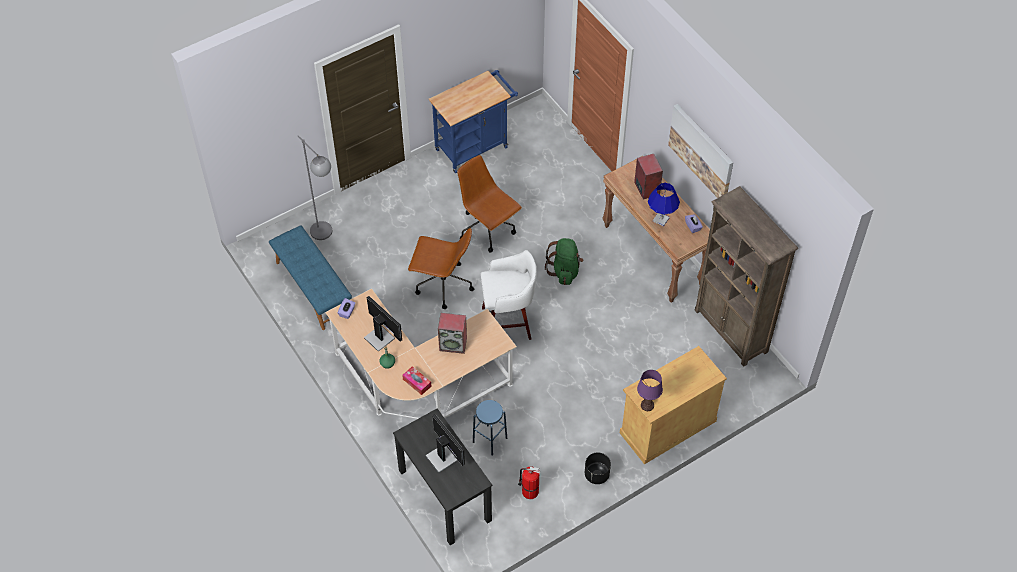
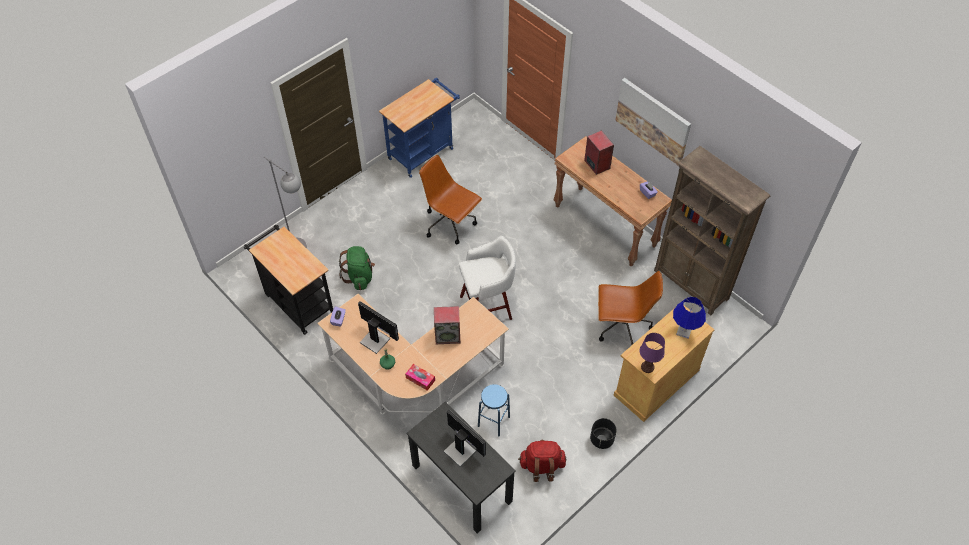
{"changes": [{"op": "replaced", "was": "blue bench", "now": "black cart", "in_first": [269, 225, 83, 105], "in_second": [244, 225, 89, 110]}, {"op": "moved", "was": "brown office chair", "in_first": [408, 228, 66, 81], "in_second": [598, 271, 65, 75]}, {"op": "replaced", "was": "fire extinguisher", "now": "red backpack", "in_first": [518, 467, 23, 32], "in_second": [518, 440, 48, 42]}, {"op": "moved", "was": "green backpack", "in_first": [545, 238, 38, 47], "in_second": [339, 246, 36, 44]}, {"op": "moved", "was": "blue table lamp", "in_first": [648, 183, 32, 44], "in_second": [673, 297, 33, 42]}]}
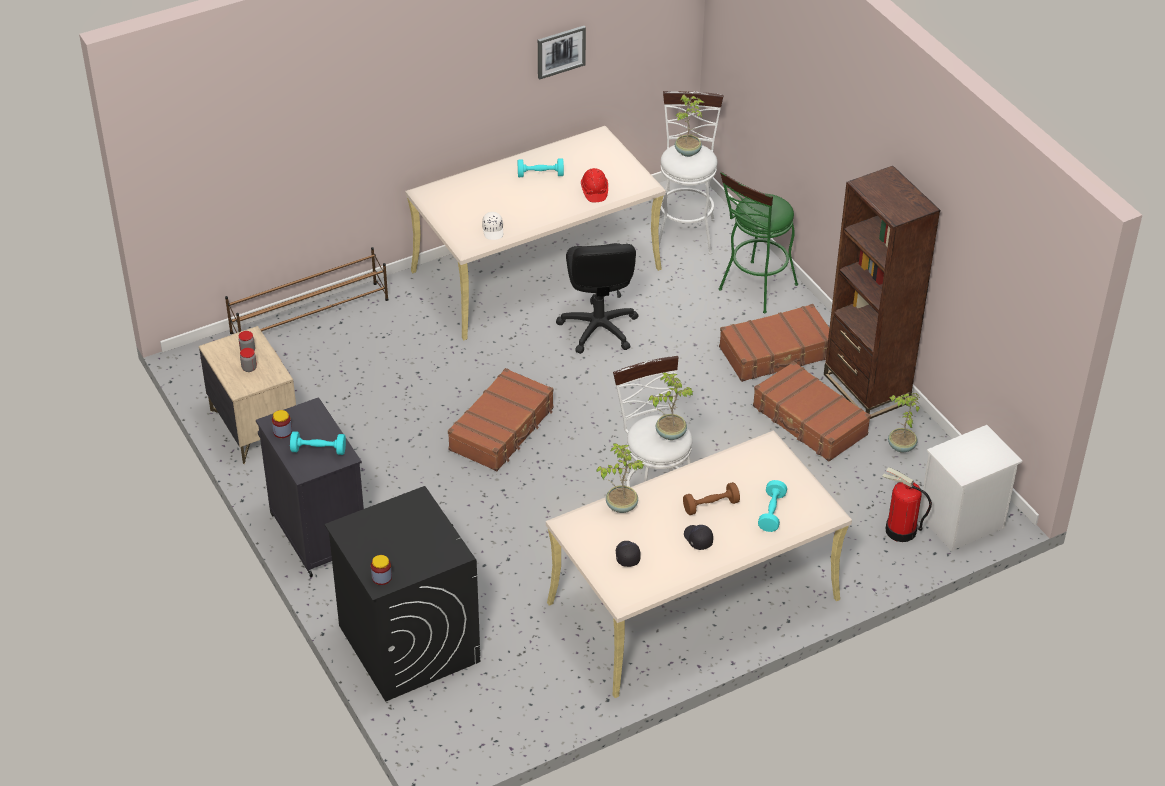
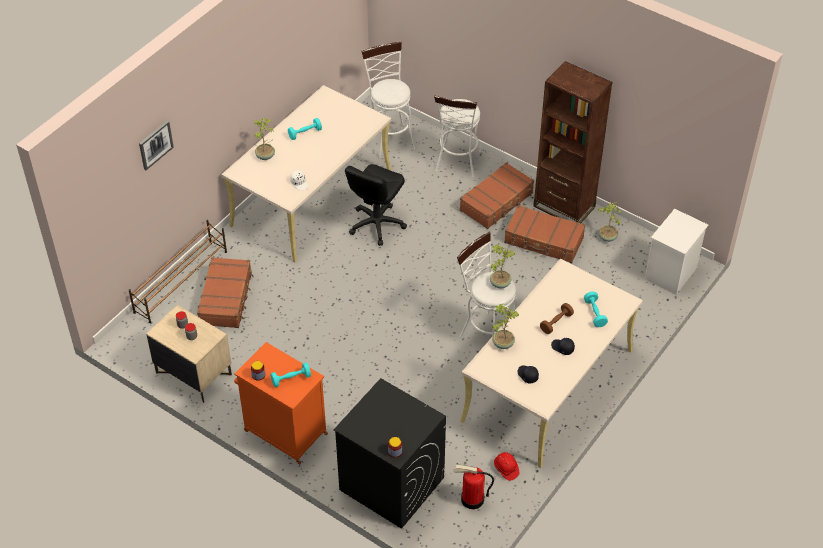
{"changes": [{"op": "recoloured", "was": "black cabinet", "now": "orange cabinet", "in_first": [256, 397, 108, 180], "in_second": [234, 342, 94, 122]}, {"op": "moved", "was": "brown suitcase", "in_first": [448, 368, 106, 103], "in_second": [197, 257, 57, 71]}, {"op": "moved", "was": "picture", "in_first": [538, 26, 48, 54], "in_second": [139, 121, 35, 49]}, {"op": "turned", "was": "black office chair", "in_first": [556, 243, 83, 111], "in_second": [345, 164, 62, 82], "clockwise": 60}, {"op": "moved", "was": "red hard hat", "in_first": [581, 168, 27, 34], "in_second": [494, 452, 25, 29]}, {"op": "moved", "was": "potted plant", "in_first": [675, 95, 30, 62], "in_second": [254, 117, 21, 43]}, {"op": "recoloured", "was": "green stool", "now": "white stool", "in_first": [719, 171, 79, 143], "in_second": [434, 96, 48, 82]}, {"op": "moved", "was": "fire extinguisher", "in_first": [882, 467, 50, 75], "in_second": [453, 465, 41, 44]}]}
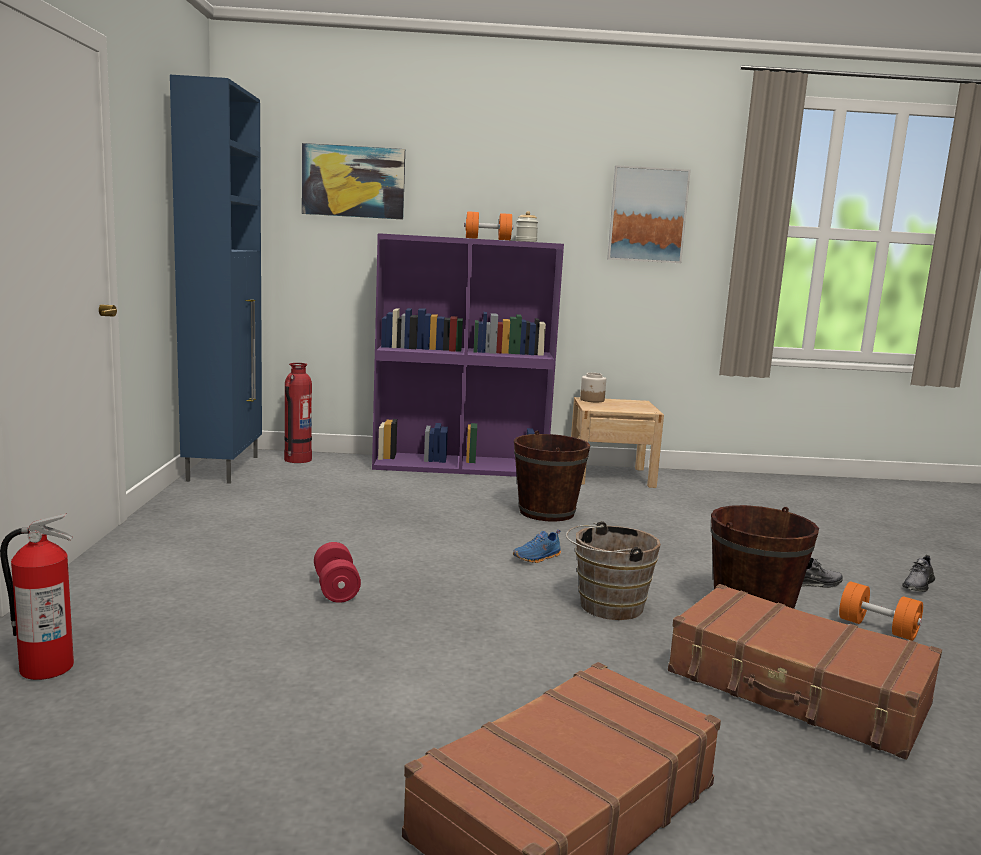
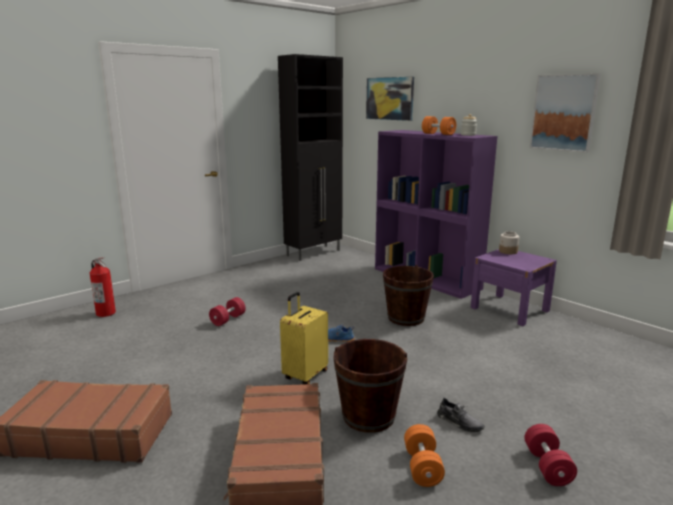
{"changes": [{"op": "recoloured", "was": "blue cabinet", "now": "black cabinet", "in_first": [170, 75, 92, 409], "in_second": [278, 54, 65, 207]}, {"op": "removed", "was": "fire extinguisher", "in_first": [284, 363, 28, 100]}, {"op": "replaced", "was": "brown bucket", "now": "yellow suitcase", "in_first": [566, 521, 95, 99], "in_second": [280, 292, 48, 92]}, {"op": "recoloured", "was": "beige nightstand", "now": "purple nightstand", "in_first": [571, 397, 93, 91], "in_second": [471, 249, 86, 77]}, {"op": "replaced", "was": "grey shoe", "now": "red dumbbell", "in_first": [902, 555, 33, 37], "in_second": [524, 424, 53, 62]}]}
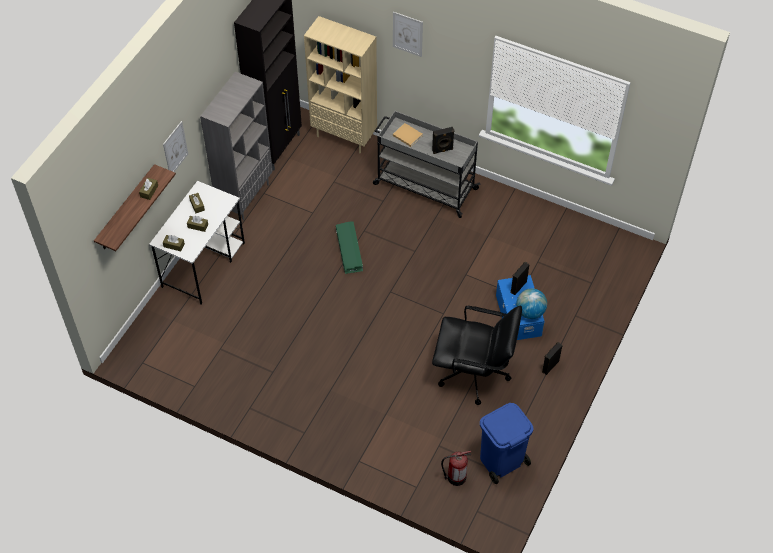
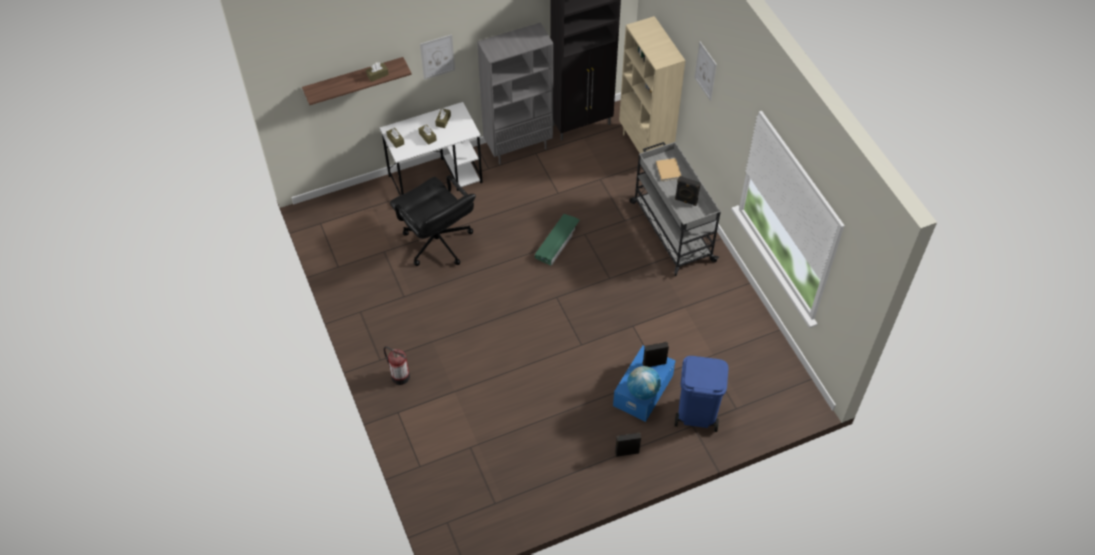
{"changes": [{"op": "moved", "was": "black office chair", "in_first": [432, 306, 90, 99], "in_second": [390, 175, 86, 91]}, {"op": "moved", "was": "fire extinguisher", "in_first": [441, 451, 30, 35], "in_second": [384, 346, 26, 39]}, {"op": "moved", "was": "blue trash can", "in_first": [480, 403, 53, 81], "in_second": [674, 356, 55, 76]}]}
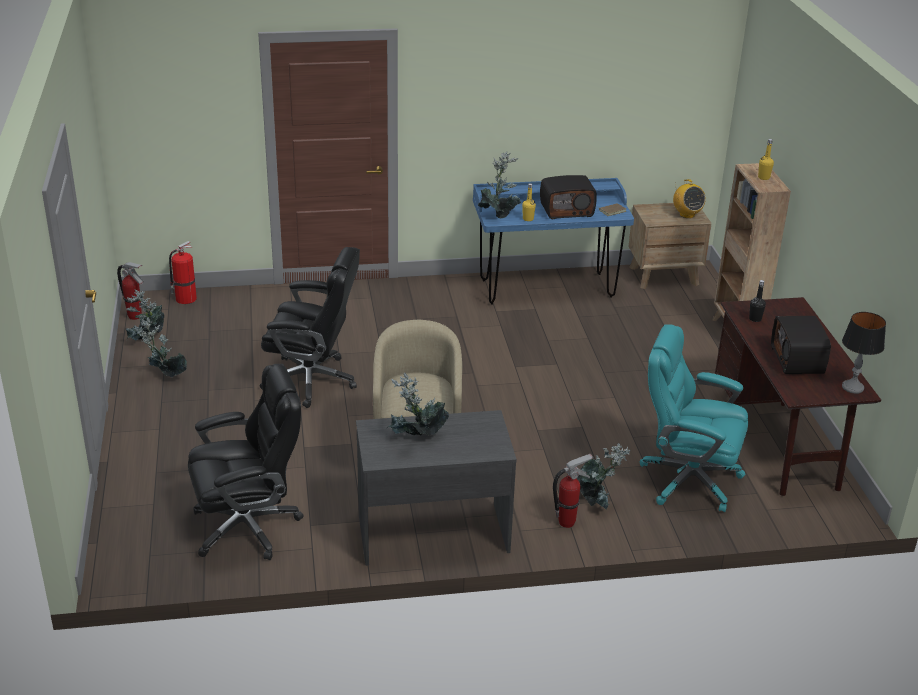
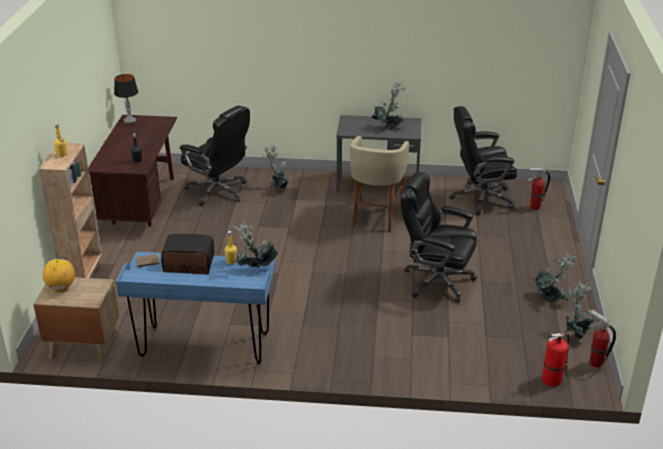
{"changes": [{"op": "moved", "was": "fire extinguisher", "in_first": [553, 454, 40, 74], "in_second": [527, 168, 23, 42]}, {"op": "recoloured", "was": "turquoise office chair", "now": "black office chair", "in_first": [640, 324, 108, 188], "in_second": [180, 106, 70, 100]}, {"op": "removed", "was": "radio", "in_first": [771, 316, 60, 58]}]}
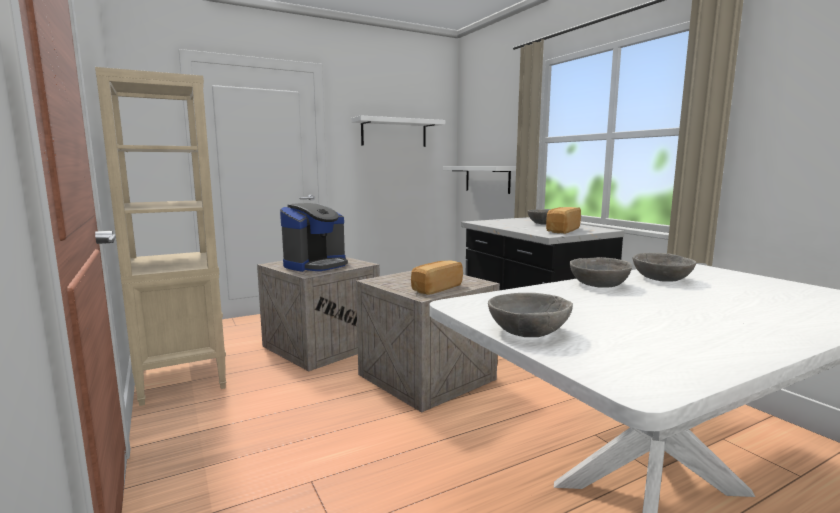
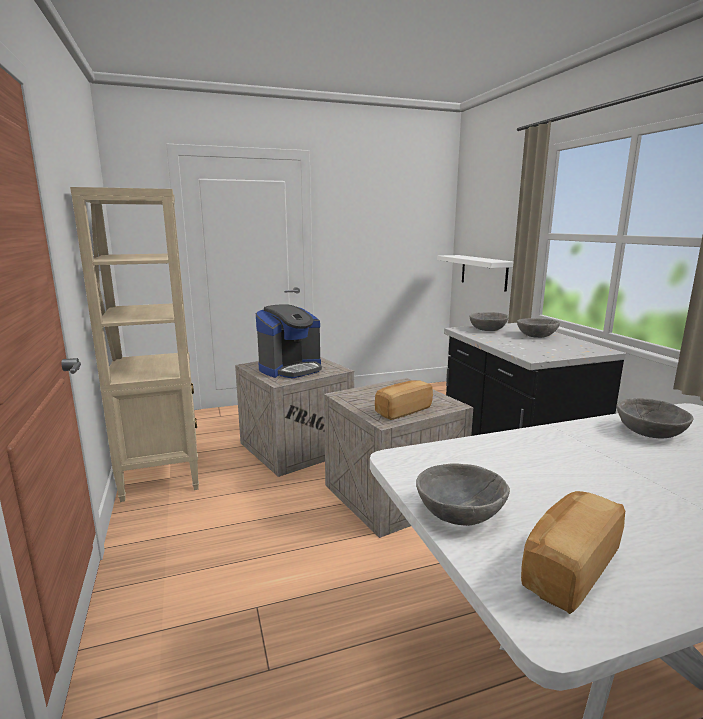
{"changes": [{"op": "removed", "was": "white shelf", "in_first": [351, 116, 94, 31]}, {"op": "moved", "was": "bread", "in_first": [546, 207, 35, 27], "in_second": [521, 491, 104, 123]}, {"op": "moved", "was": "grey bowl", "in_first": [570, 257, 62, 31], "in_second": [469, 312, 40, 19]}]}
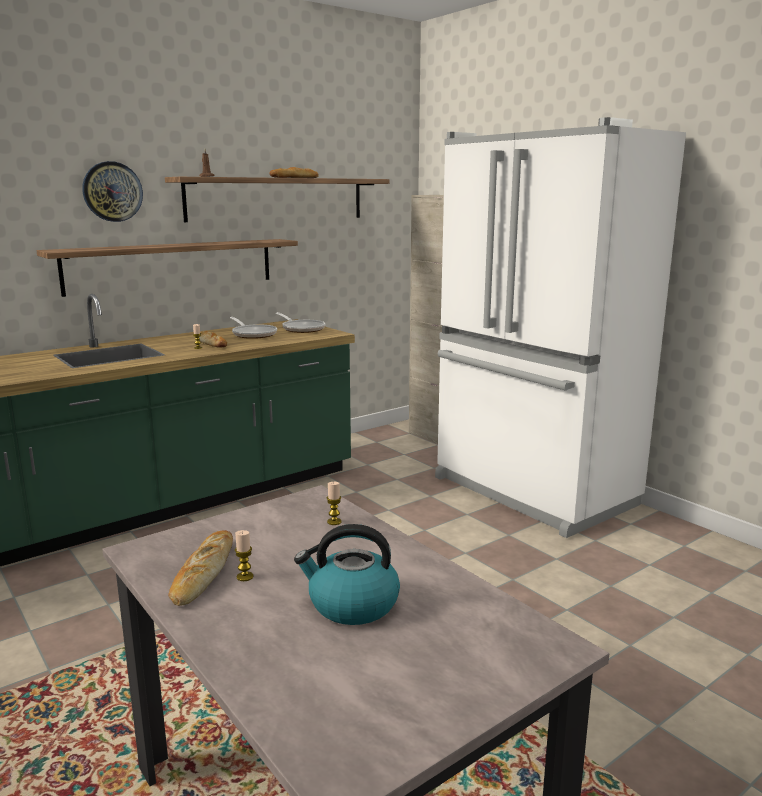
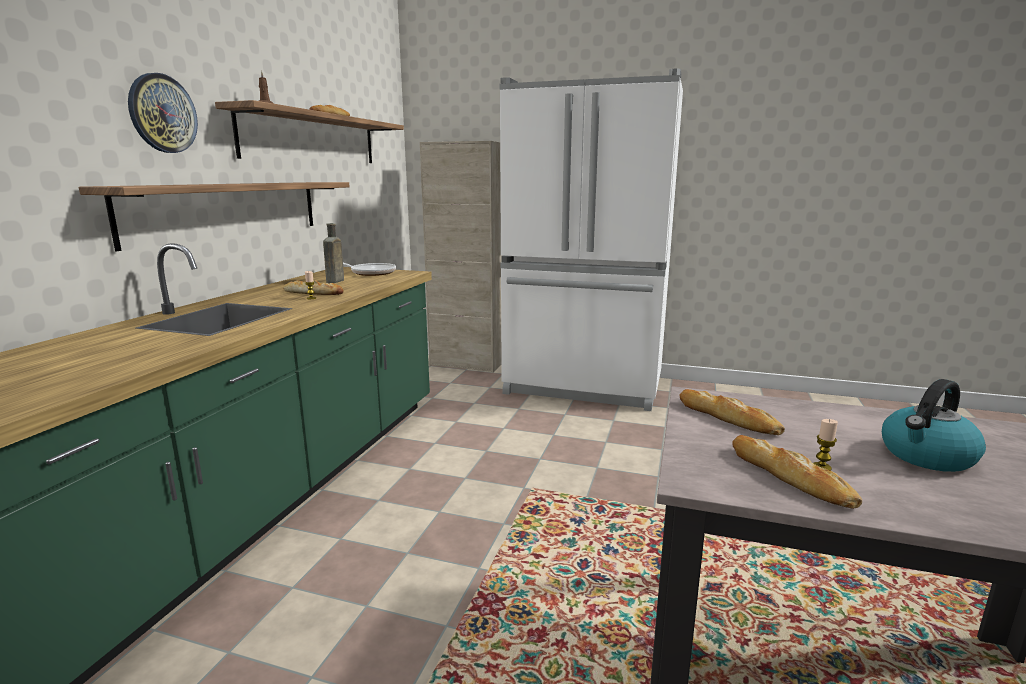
{"changes": [{"op": "replaced", "was": "frying pan", "now": "brown bottle", "in_first": [230, 317, 47, 22], "in_second": [323, 223, 21, 60]}, {"op": "removed", "was": "candle", "in_first": [327, 482, 15, 43]}, {"op": "added", "now": "bread", "in_second": [680, 389, 105, 46]}]}
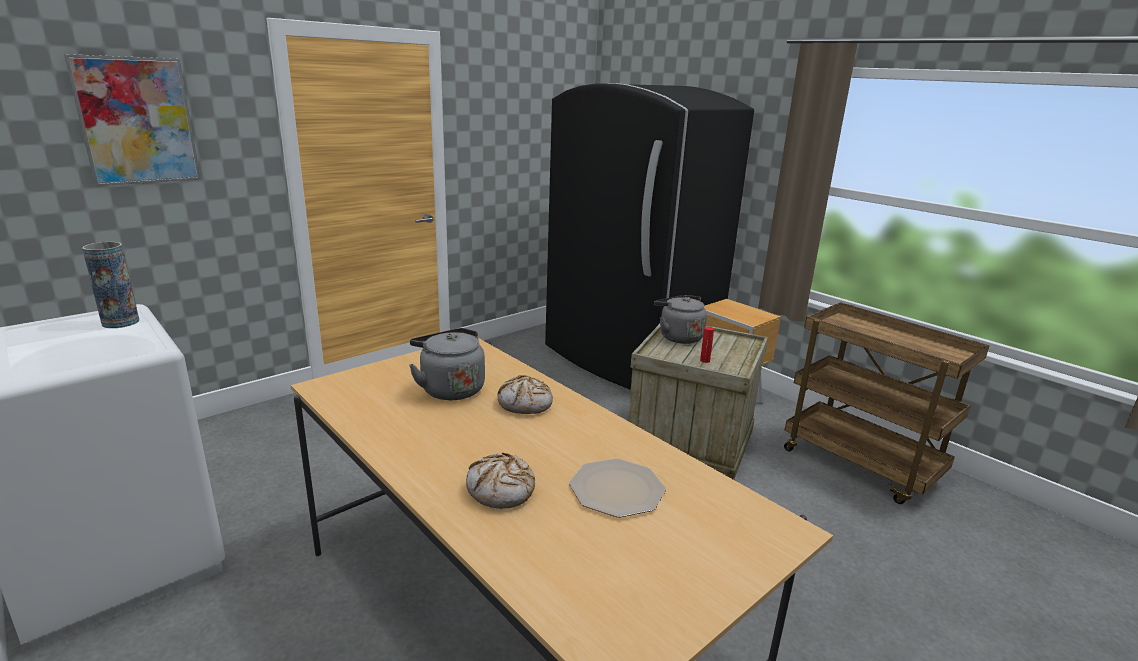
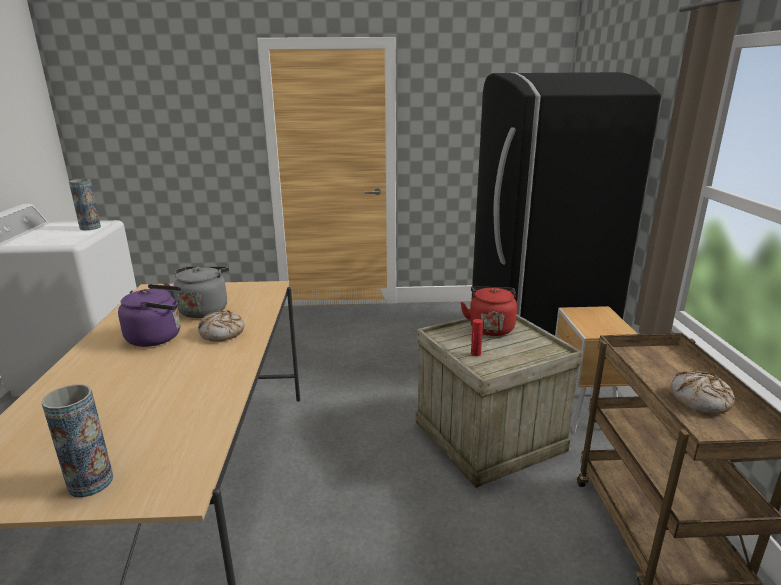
{"changes": [{"op": "removed", "was": "picture", "in_first": [64, 54, 137, 132]}, {"op": "moved", "was": "bread", "in_first": [466, 453, 69, 56], "in_second": [671, 371, 64, 43]}, {"op": "removed", "was": "plate", "in_first": [569, 459, 97, 58]}, {"op": "recoloured", "was": "grey kettle", "now": "red kettle", "in_first": [654, 295, 53, 49], "in_second": [460, 286, 57, 50]}, {"op": "added", "now": "vase", "in_second": [41, 384, 72, 113]}, {"op": "added", "now": "purple kettle", "in_second": [118, 284, 63, 63]}]}
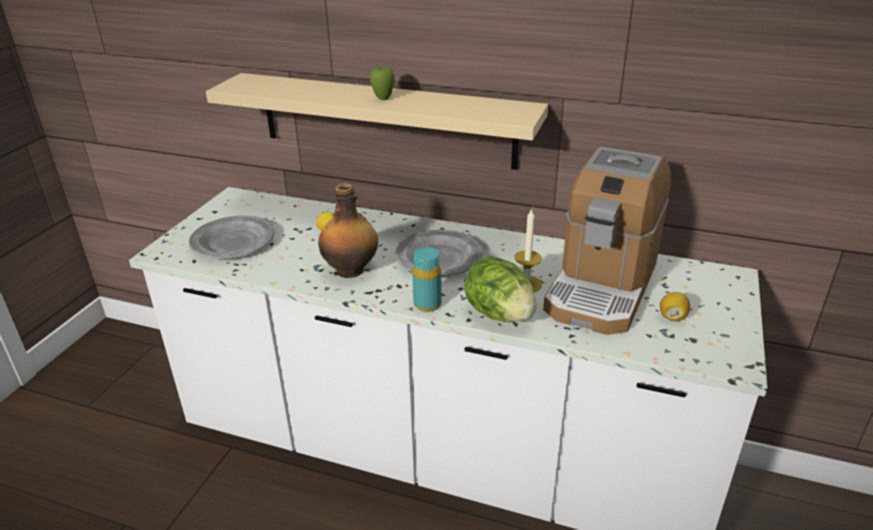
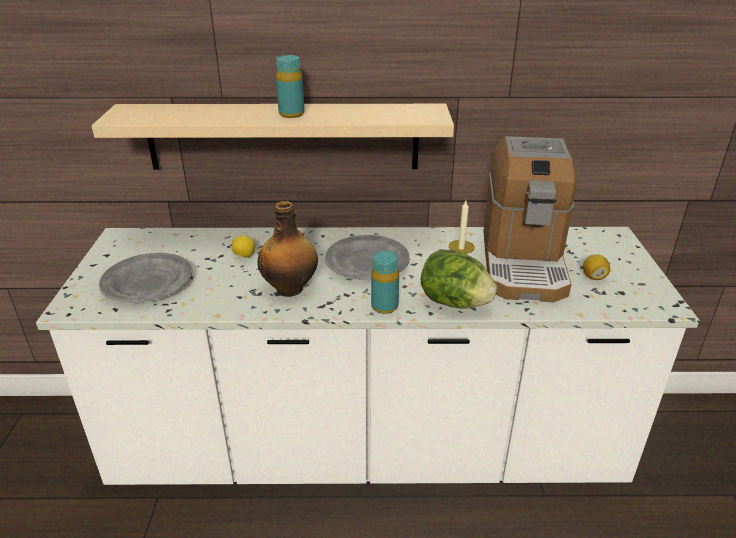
{"changes": [{"op": "replaced", "was": "apple", "now": "turquoise bottle", "in_first": [369, 66, 26, 34], "in_second": [276, 55, 28, 63]}]}
